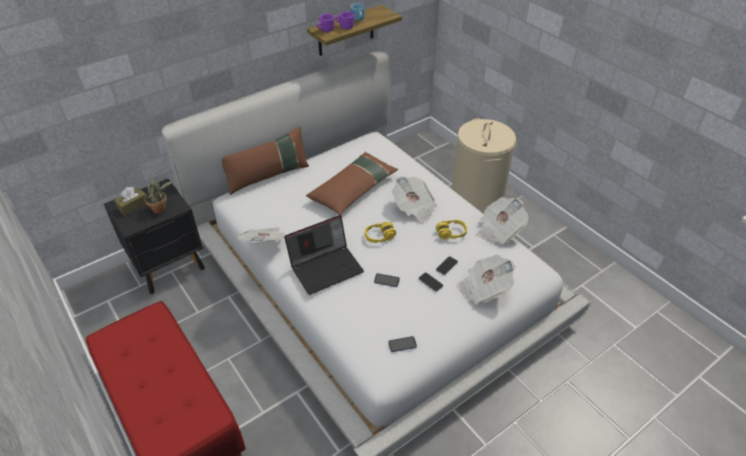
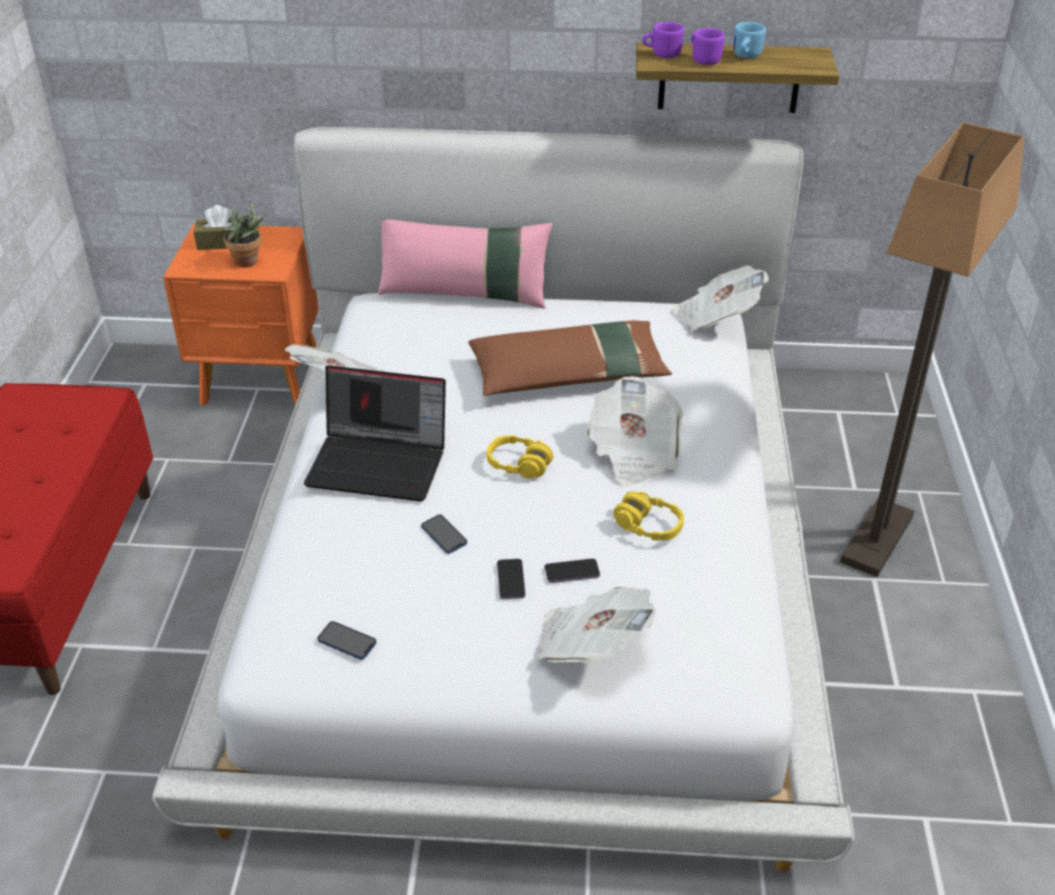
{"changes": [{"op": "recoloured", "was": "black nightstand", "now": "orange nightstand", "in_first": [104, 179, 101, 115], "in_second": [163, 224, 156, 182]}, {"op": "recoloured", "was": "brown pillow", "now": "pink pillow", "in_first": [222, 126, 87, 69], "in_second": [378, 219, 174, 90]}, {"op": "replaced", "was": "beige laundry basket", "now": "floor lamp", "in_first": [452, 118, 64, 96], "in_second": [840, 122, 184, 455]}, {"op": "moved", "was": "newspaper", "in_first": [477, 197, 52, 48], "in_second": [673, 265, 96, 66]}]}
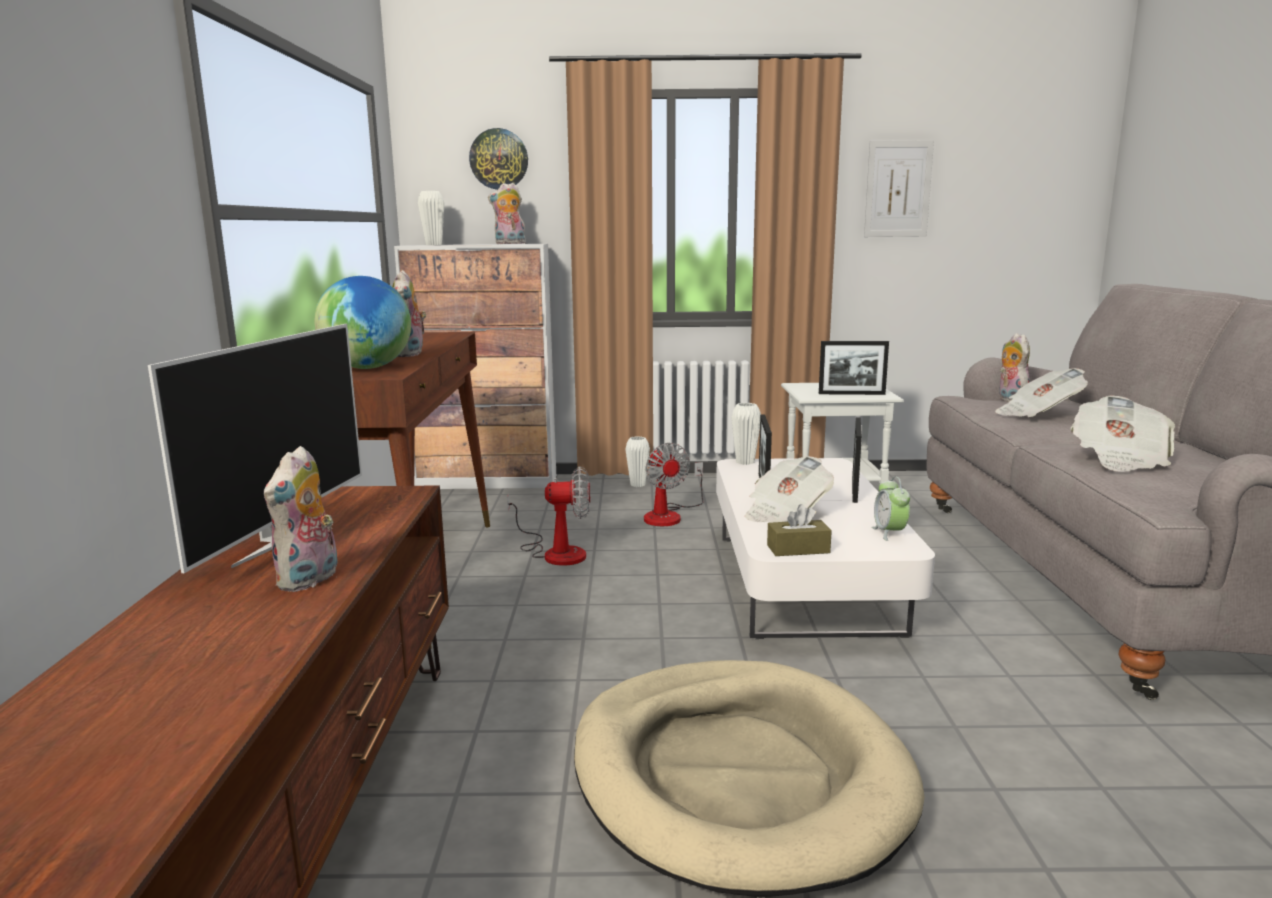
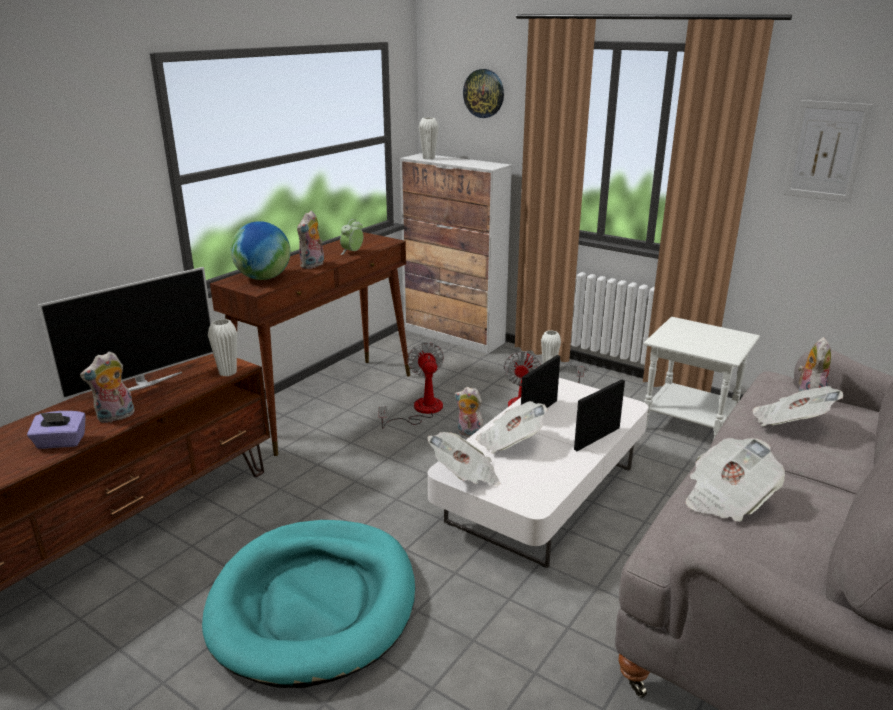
{"changes": [{"op": "moved", "was": "plush toy", "in_first": [488, 183, 38, 61], "in_second": [455, 387, 28, 50]}, {"op": "turned", "was": "fan", "in_first": [507, 466, 83, 100], "in_second": [378, 342, 66, 87], "clockwise": -135}, {"op": "recoloured", "was": "beige dog bed", "now": "turquoise dog bed", "in_first": [574, 660, 351, 237], "in_second": [202, 520, 213, 168]}, {"op": "moved", "was": "white vase", "in_first": [731, 403, 30, 62], "in_second": [208, 319, 29, 57]}, {"op": "replaced", "was": "brown tissue box", "now": "newspaper", "in_first": [767, 504, 65, 52], "in_second": [428, 432, 73, 53]}, {"op": "removed", "was": "picture frame", "in_first": [819, 341, 70, 54]}, {"op": "moved", "was": "alarm clock", "in_first": [872, 476, 38, 65], "in_second": [340, 219, 23, 36]}, {"op": "added", "now": "purple tissue box", "in_second": [27, 411, 59, 38]}]}
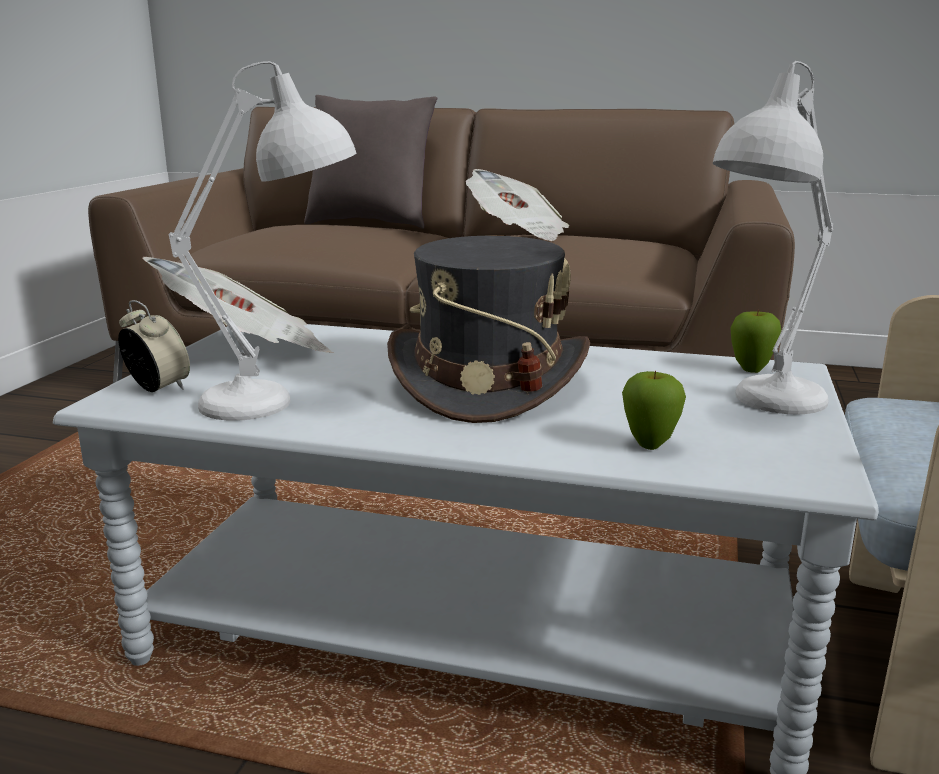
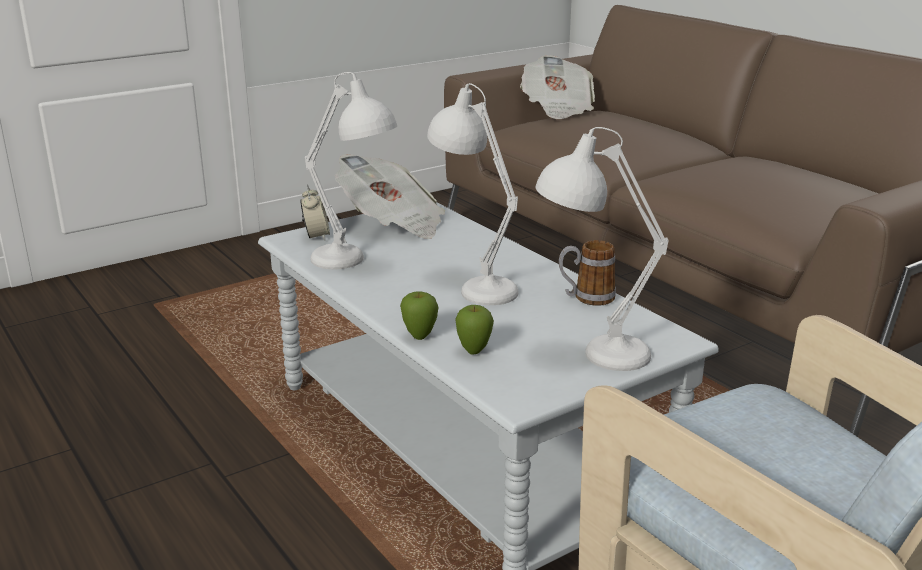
{"changes": [{"op": "removed", "was": "grey pillow", "in_first": [304, 95, 133, 134]}, {"op": "replaced", "was": "grey hat", "now": "white table lamp", "in_first": [387, 236, 203, 187], "in_second": [427, 83, 92, 222]}, {"op": "moved", "was": "newspaper", "in_first": [466, 169, 103, 72], "in_second": [520, 55, 75, 64]}, {"op": "moved", "was": "apple", "in_first": [730, 310, 51, 63], "in_second": [400, 291, 39, 49]}, {"op": "added", "now": "mug", "in_second": [559, 240, 57, 66]}]}
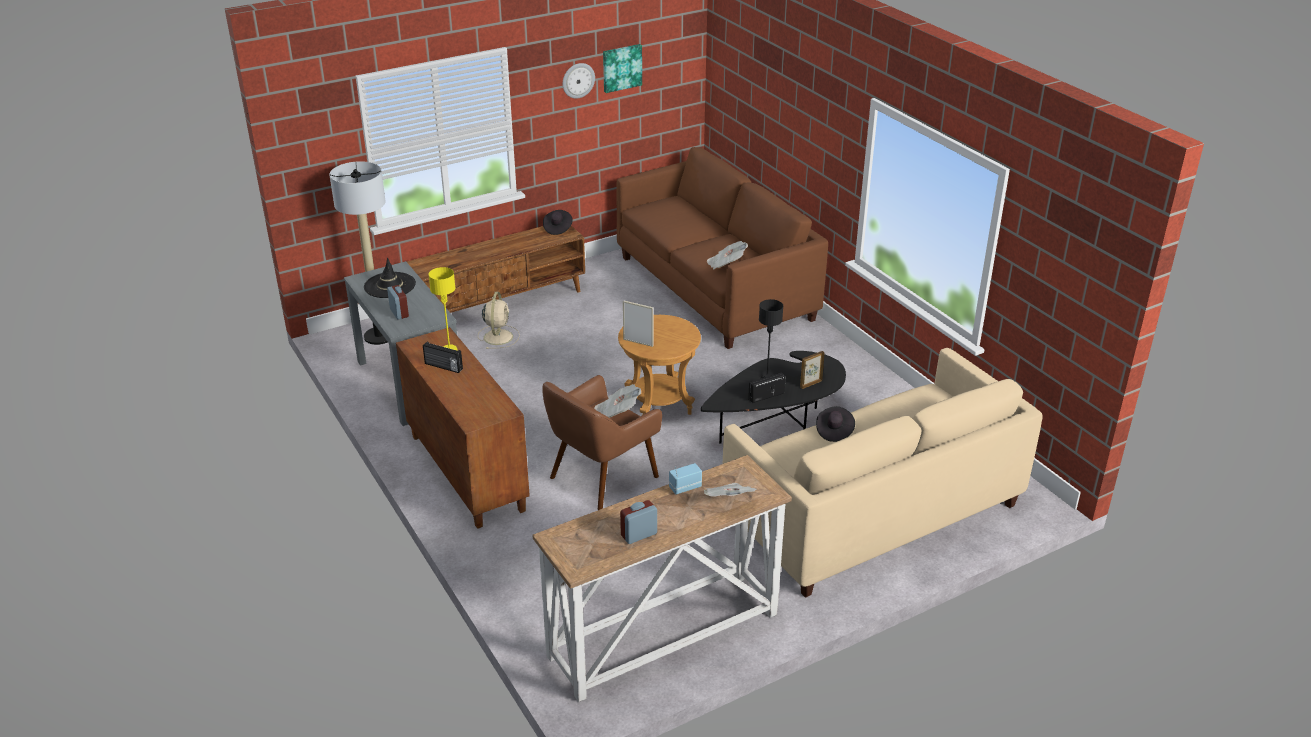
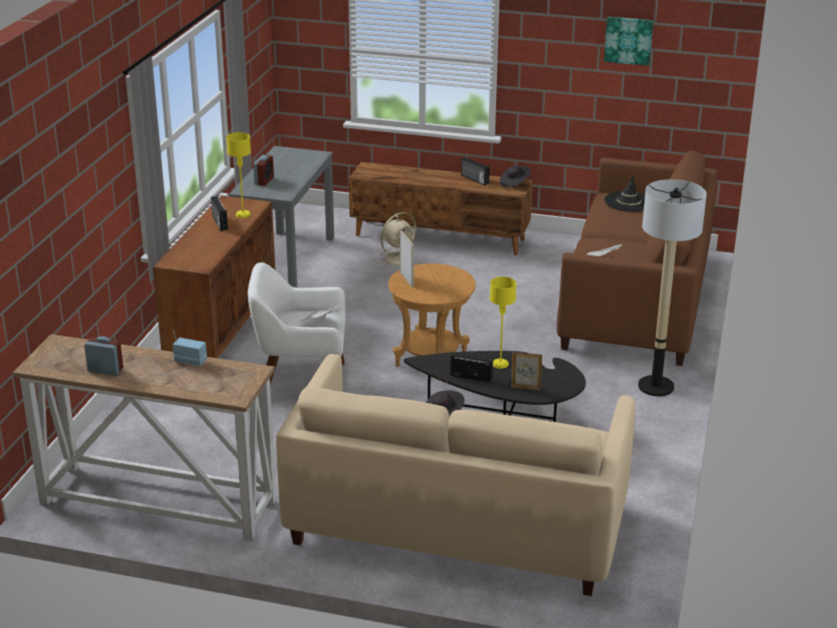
{"changes": [{"op": "moved", "was": "floor lamp", "in_first": [329, 161, 59, 184], "in_second": [638, 179, 69, 217]}, {"op": "moved", "was": "black hat", "in_first": [364, 258, 52, 40], "in_second": [604, 175, 41, 37]}, {"op": "recoloured", "was": "brown armchair", "now": "white armchair", "in_first": [542, 375, 120, 135], "in_second": [248, 262, 97, 122]}, {"op": "removed", "was": "wall clock", "in_first": [563, 63, 32, 36]}, {"op": "removed", "was": "newspaper", "in_first": [704, 483, 52, 14]}, {"op": "recoloured", "was": "black table lamp", "now": "yellow table lamp", "in_first": [759, 299, 24, 79], "in_second": [490, 277, 27, 92]}, {"op": "added", "now": "radio", "in_second": [461, 157, 29, 28]}]}
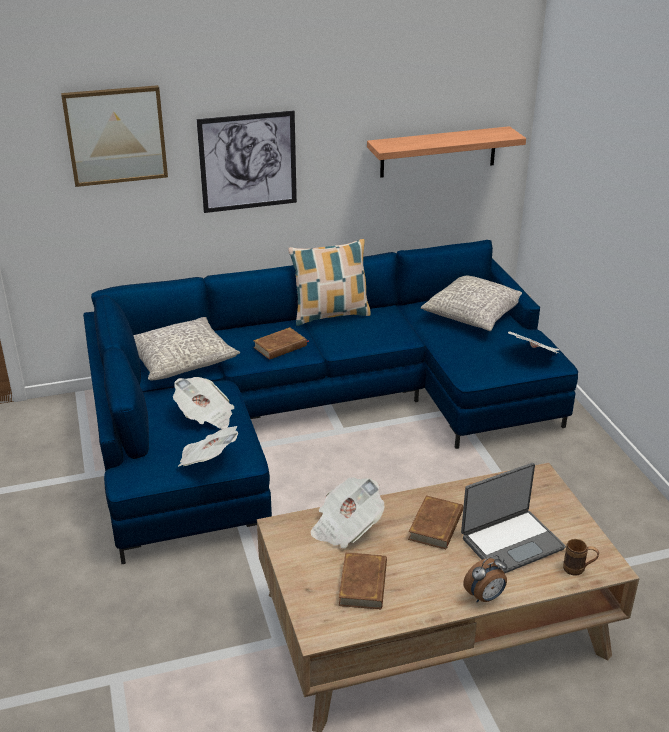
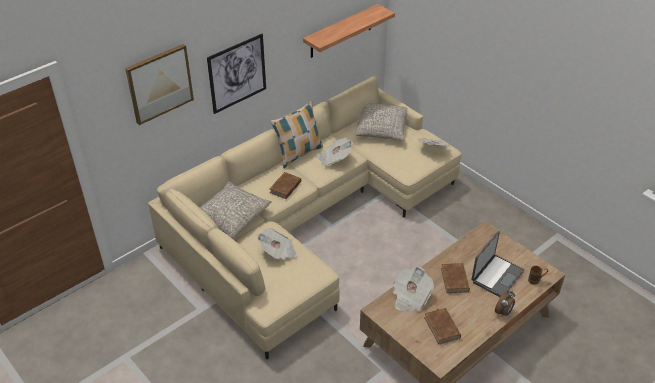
{"changes": [{"op": "recoloured", "was": "blue sofa", "now": "beige sofa", "in_first": [83, 240, 495, 324], "in_second": [148, 76, 313, 283]}, {"op": "moved", "was": "newspaper", "in_first": [178, 426, 60, 41], "in_second": [317, 138, 36, 28]}]}
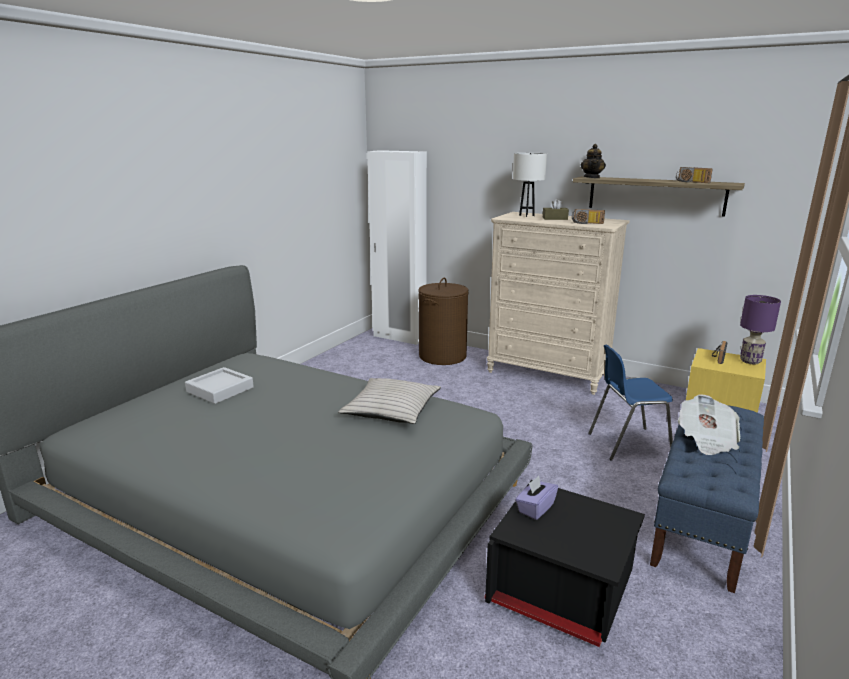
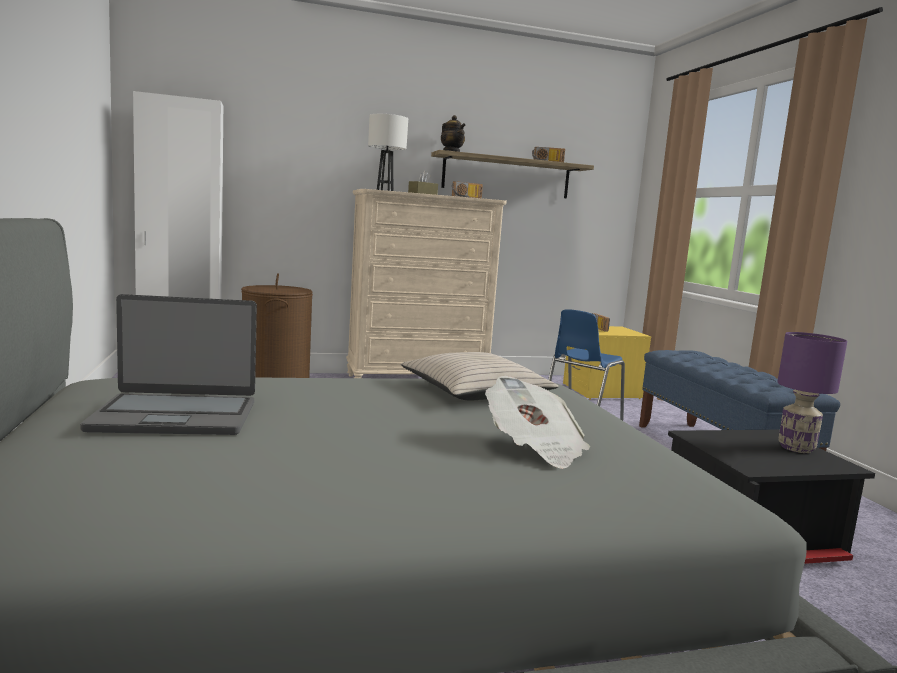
{"changes": [{"op": "replaced", "was": "grey tray", "now": "laptop", "in_first": [185, 367, 69, 37], "in_second": [80, 294, 177, 141]}, {"op": "removed", "was": "purple tissue box", "in_first": [515, 476, 43, 44]}, {"op": "moved", "was": "newspaper", "in_first": [678, 394, 62, 61], "in_second": [485, 376, 105, 93]}, {"op": "moved", "was": "purple table lamp", "in_first": [740, 295, 41, 69], "in_second": [777, 332, 70, 121]}]}
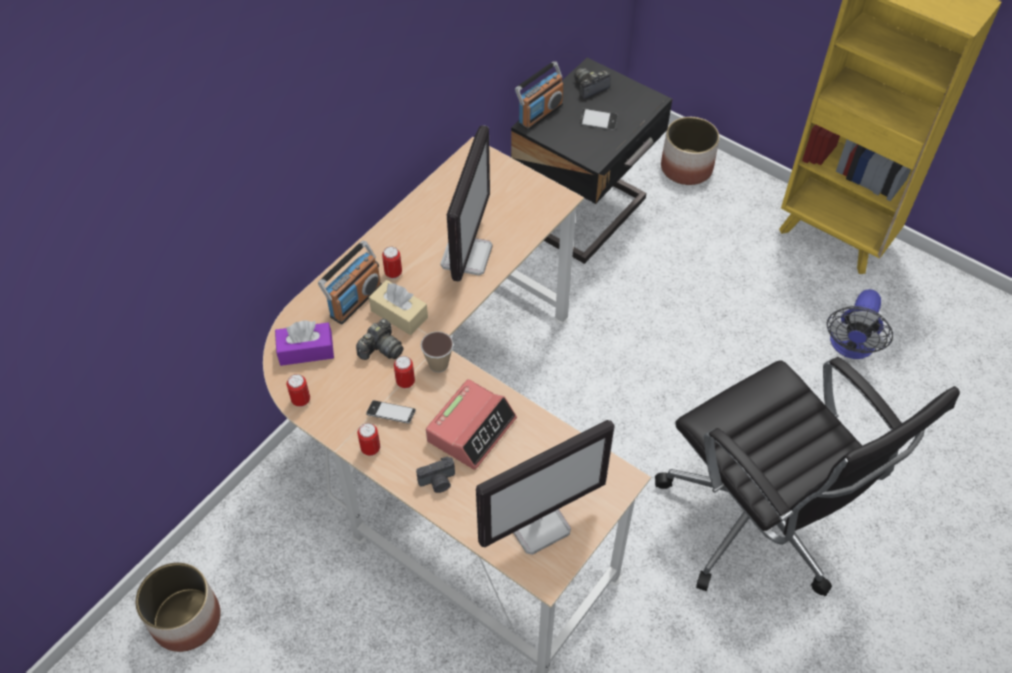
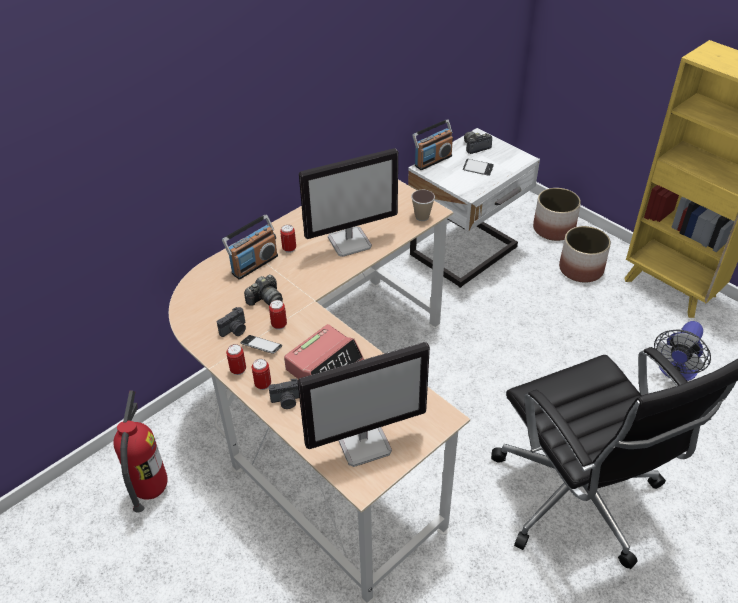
{"changes": [{"op": "moved", "was": "planter", "in_first": [135, 562, 86, 90], "in_second": [559, 226, 52, 56]}, {"op": "removed", "was": "purple tissue box", "in_first": [275, 320, 59, 46]}, {"op": "moved", "was": "can", "in_first": [287, 374, 23, 33], "in_second": [252, 359, 19, 31]}, {"op": "removed", "was": "beige tissue box", "in_first": [369, 280, 59, 55]}, {"op": "moved", "was": "cup", "in_first": [420, 331, 34, 42], "in_second": [411, 190, 24, 31]}, {"op": "turned", "was": "monitor", "in_first": [440, 125, 53, 157], "in_second": [299, 148, 99, 109], "clockwise": 45}, {"op": "recoloured", "was": "black nightstand", "now": "white nightstand", "in_first": [511, 57, 161, 207], "in_second": [408, 128, 132, 160]}, {"op": "added", "now": "fire extinguisher", "in_second": [113, 391, 55, 122]}, {"op": "added", "now": "photo camera", "in_second": [217, 307, 29, 30]}]}
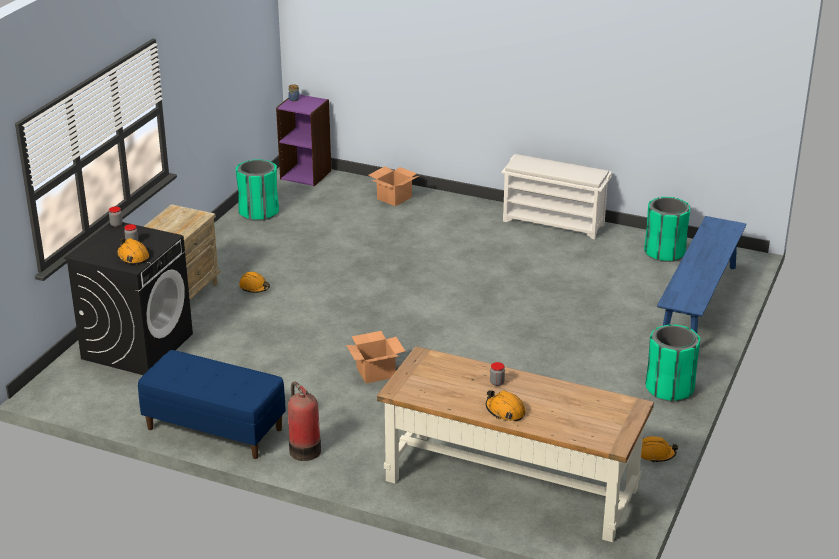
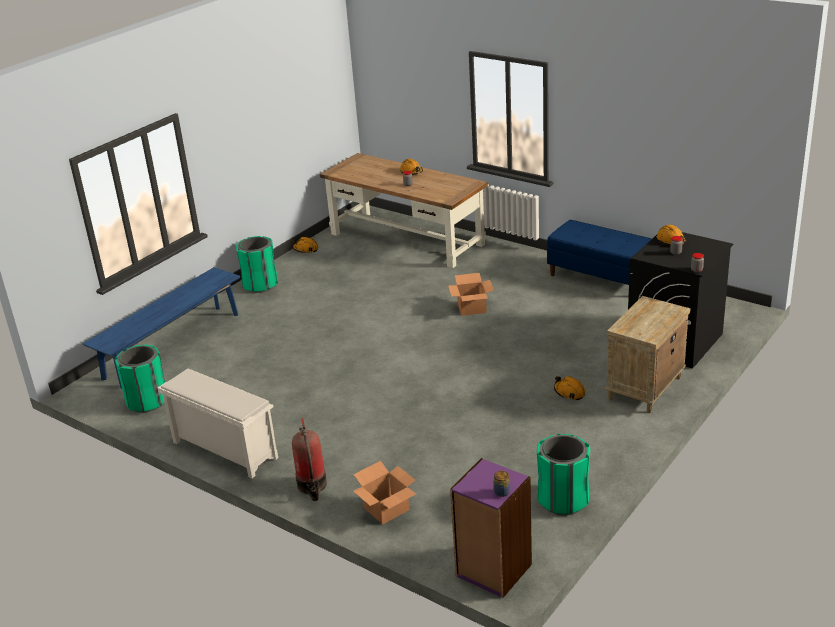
{"changes": [{"op": "moved", "was": "fire extinguisher", "in_first": [288, 381, 33, 80], "in_second": [292, 418, 35, 83]}]}
